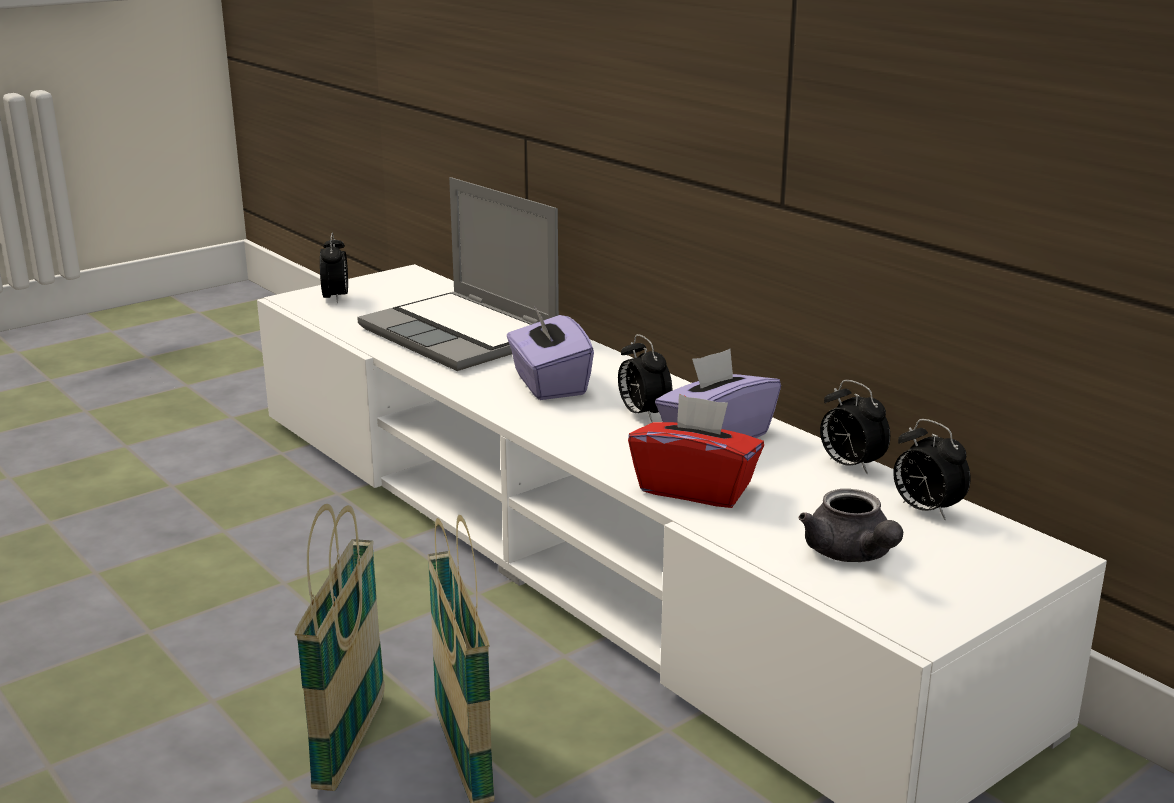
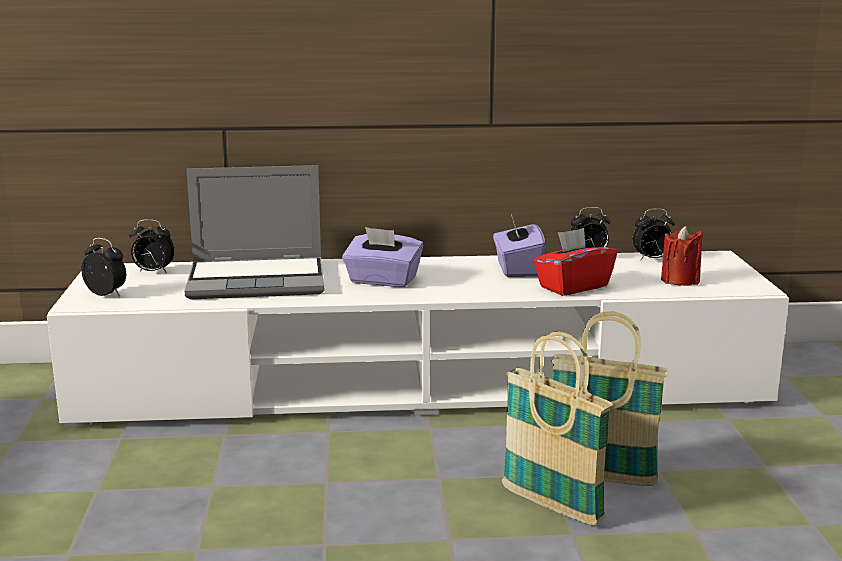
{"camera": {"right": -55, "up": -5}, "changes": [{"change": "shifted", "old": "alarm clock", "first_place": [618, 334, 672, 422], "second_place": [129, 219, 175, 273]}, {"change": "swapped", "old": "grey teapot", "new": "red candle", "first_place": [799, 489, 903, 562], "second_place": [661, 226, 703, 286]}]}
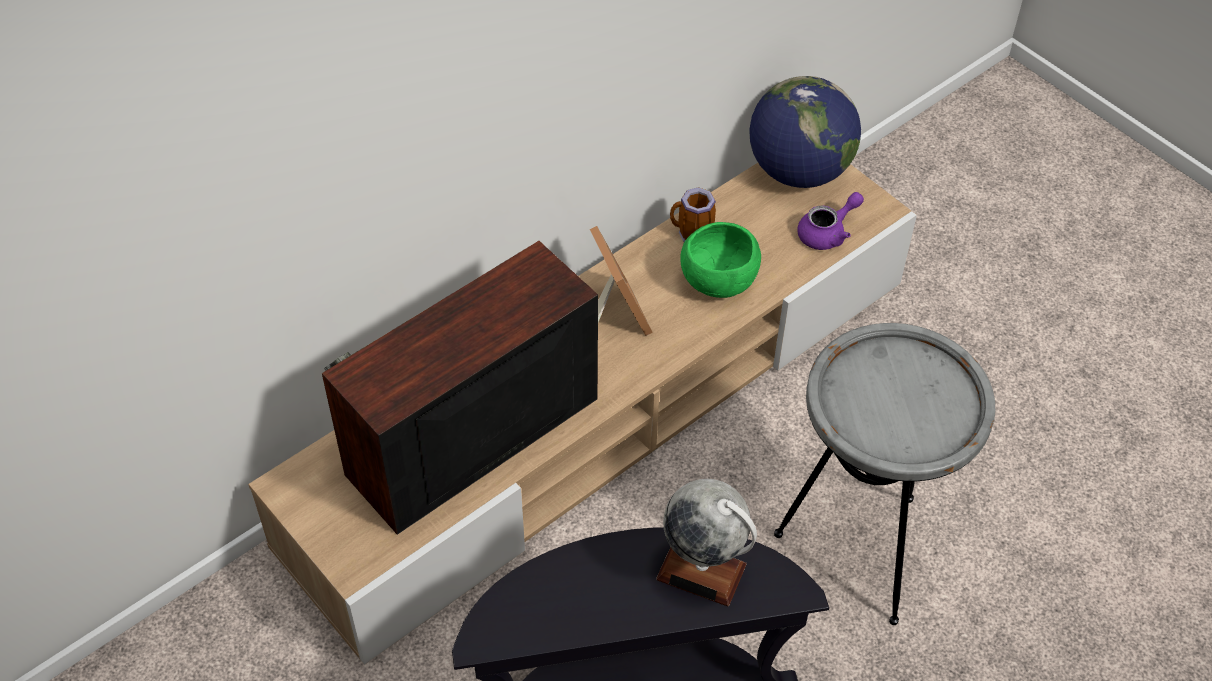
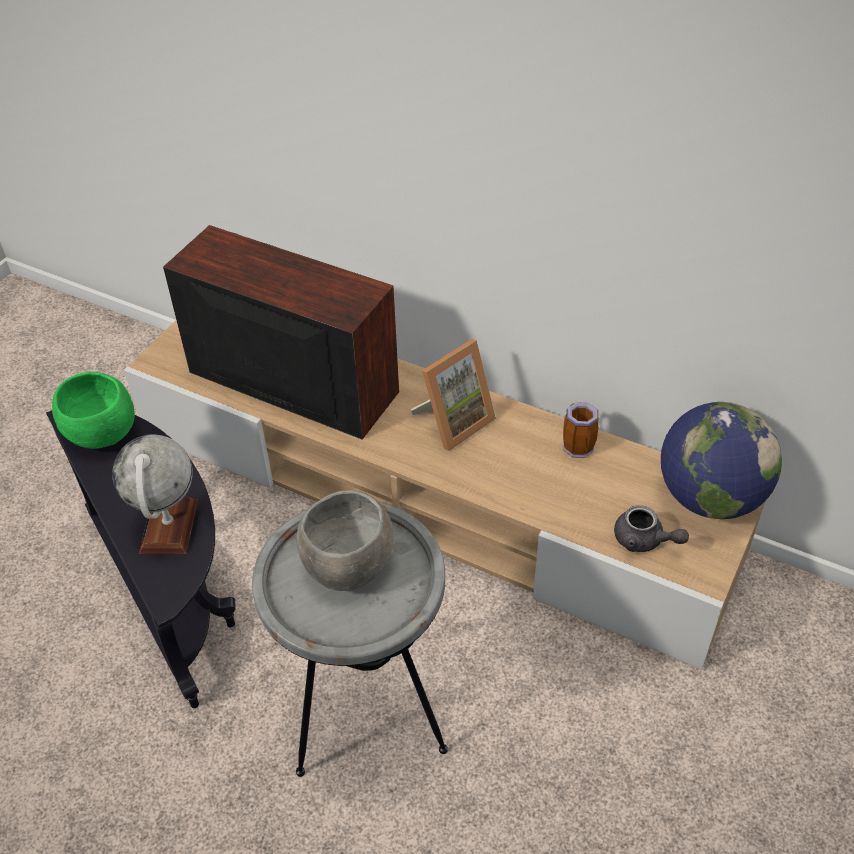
{"camera": {"right": 70, "up": -5}, "changes": [{"change": "new", "new": "grey bowl", "second_place": [296, 490, 394, 591]}, {"change": "shifted", "old": "green bowl", "first_place": [680, 222, 761, 298], "second_place": [52, 372, 135, 449]}, {"change": "repainted", "old": "purple teapot", "new": "grey teapot", "first_place": [797, 192, 864, 250], "second_place": [614, 505, 689, 552]}]}
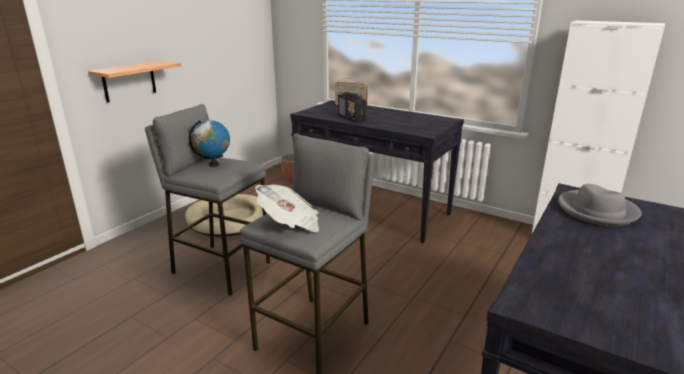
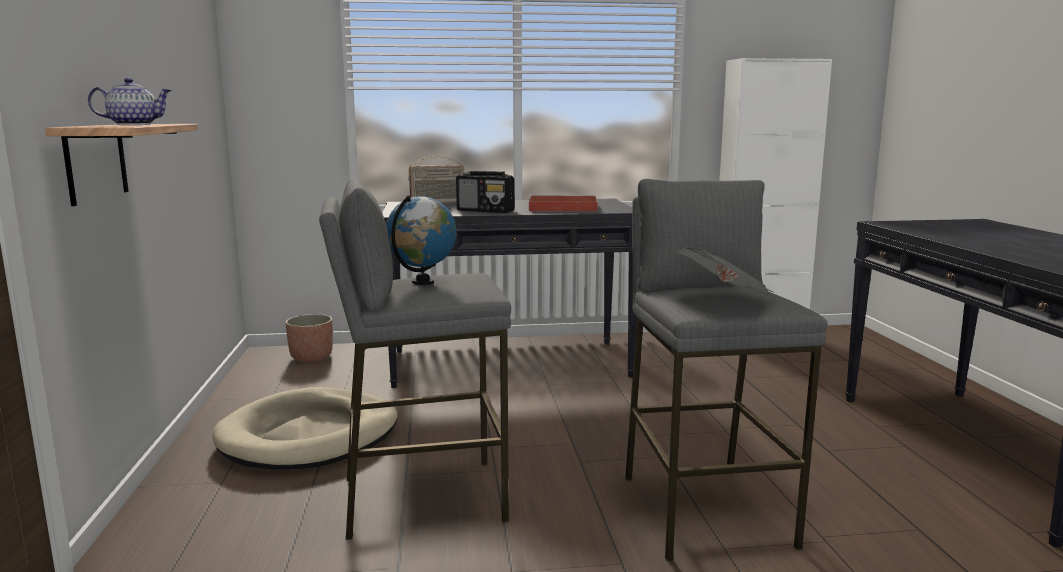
{"camera": {"right": -40, "up": -10}, "changes": [{"change": "gone", "old": "grey hat", "first_place": [558, 184, 642, 226]}, {"change": "new", "new": "teapot", "second_place": [88, 78, 172, 125]}, {"change": "new", "new": "red tray", "second_place": [529, 195, 598, 212]}]}
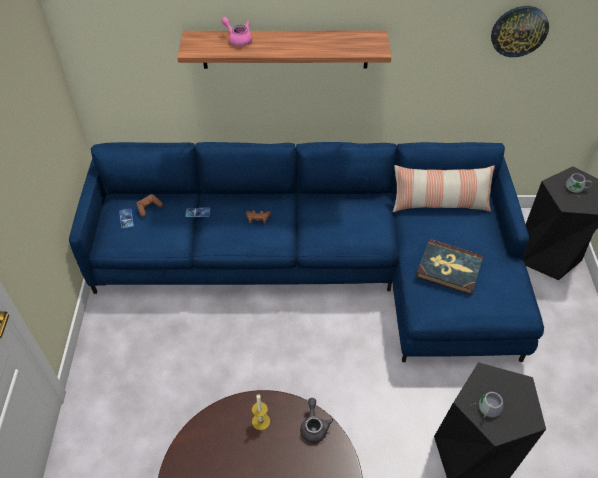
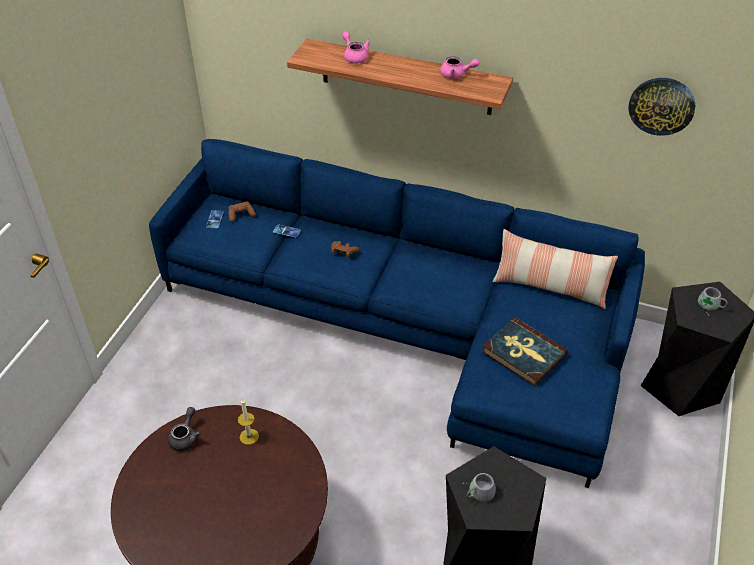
{"camera": {"right": 20, "up": -5}, "changes": [{"change": "new", "new": "pink teapot", "second_place": [440, 56, 479, 79]}, {"change": "shifted", "old": "grey teapot", "first_place": [300, 398, 333, 443], "second_place": [168, 407, 201, 451]}]}
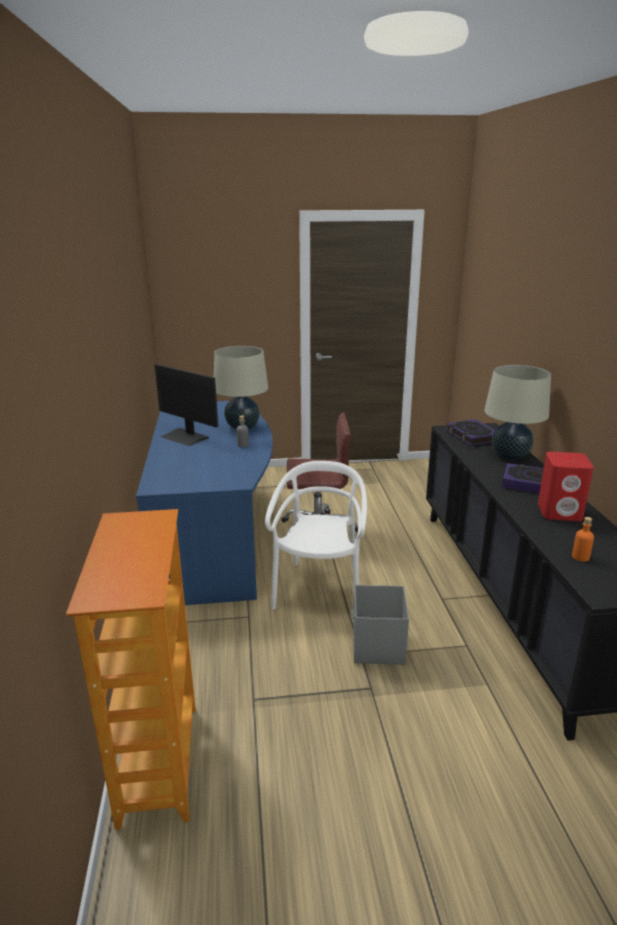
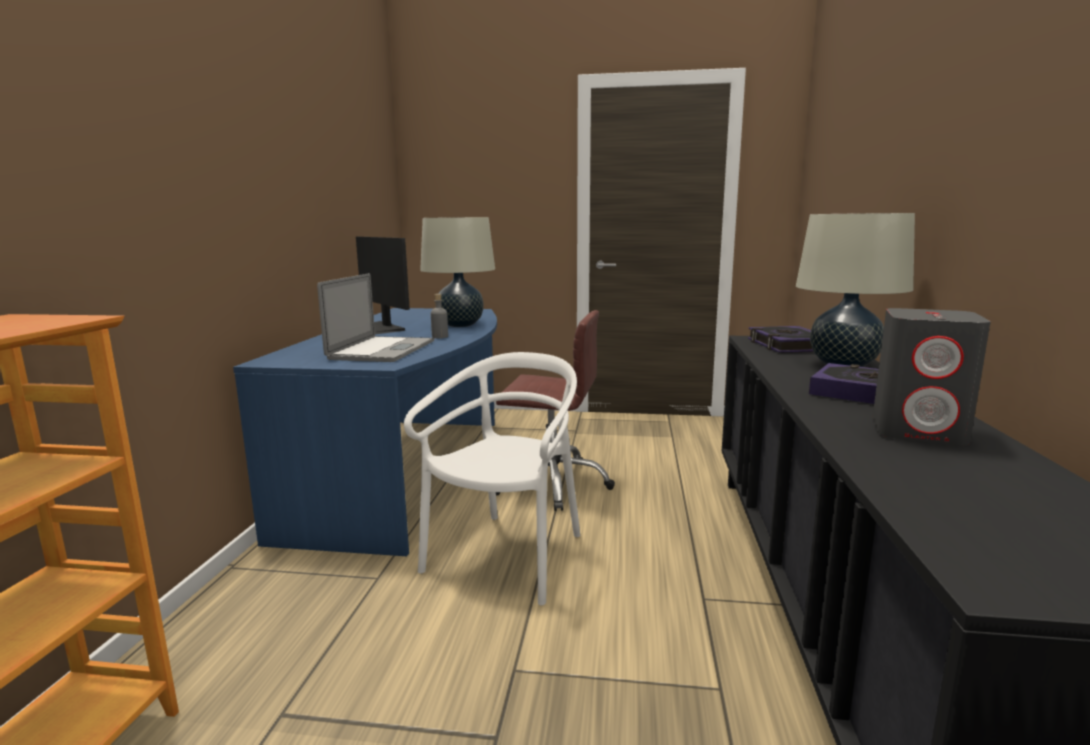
{"camera": {"right": 15, "up": -10}, "changes": [{"change": "gone", "old": "grey storage box", "first_place": [351, 585, 409, 665]}, {"change": "gone", "old": "orange bottle", "first_place": [572, 517, 594, 562]}, {"change": "new", "new": "laptop", "second_place": [317, 273, 434, 362]}, {"change": "repainted", "old": "red speaker", "new": "grey speaker", "first_place": [538, 452, 594, 521], "second_place": [873, 308, 991, 445]}]}
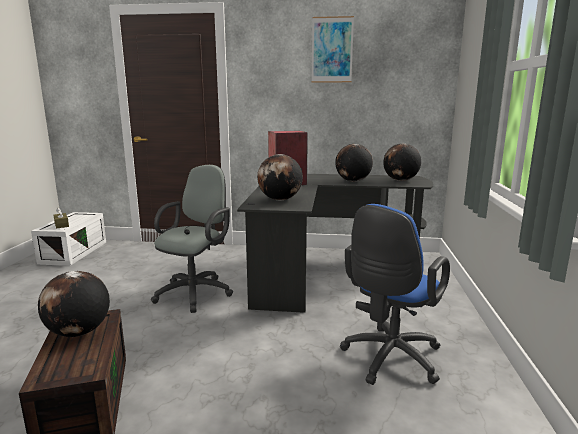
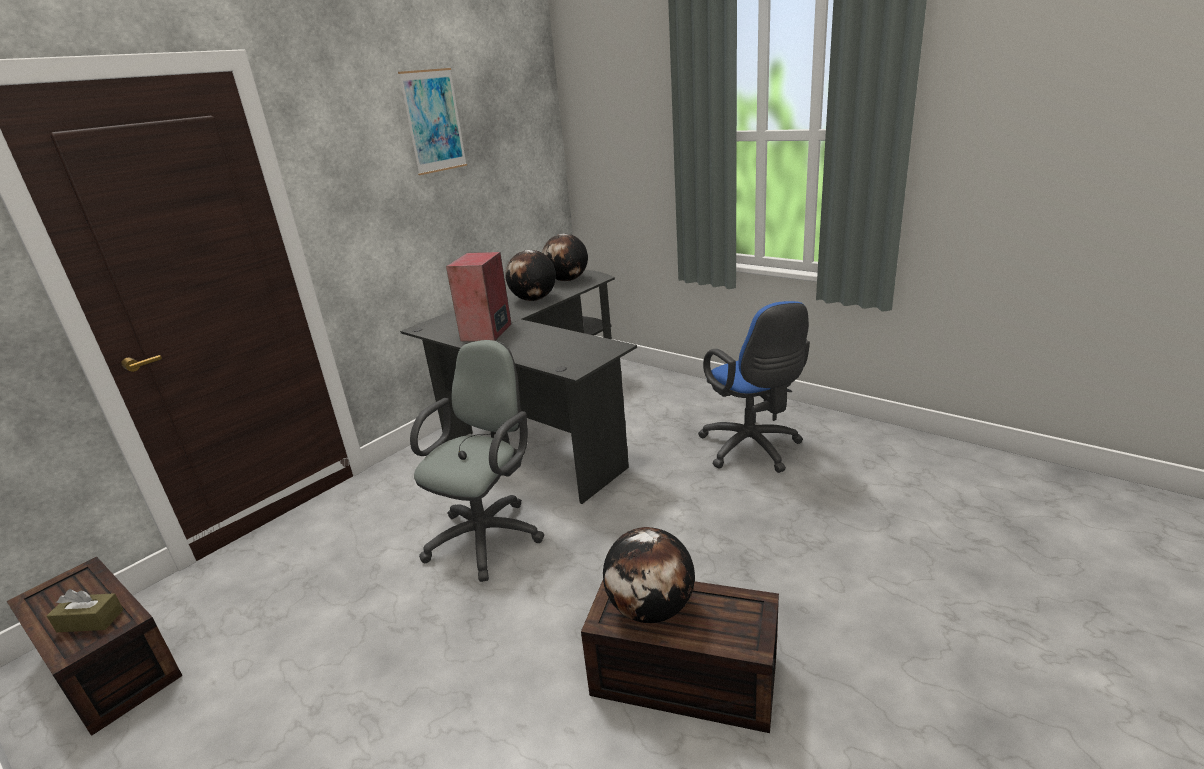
{"camera": {"right": -55, "up": 10}, "changes": [{"change": "gone", "old": "globe", "first_place": [257, 154, 303, 201]}, {"change": "repainted", "old": "white storage box", "new": "brown storage box", "first_place": [31, 212, 106, 266], "second_place": [7, 556, 183, 736]}, {"change": "rotated", "old": "grey office chair", "first_place": [151, 165, 233, 313], "second_place": [410, 340, 544, 582], "degrees": 60}]}
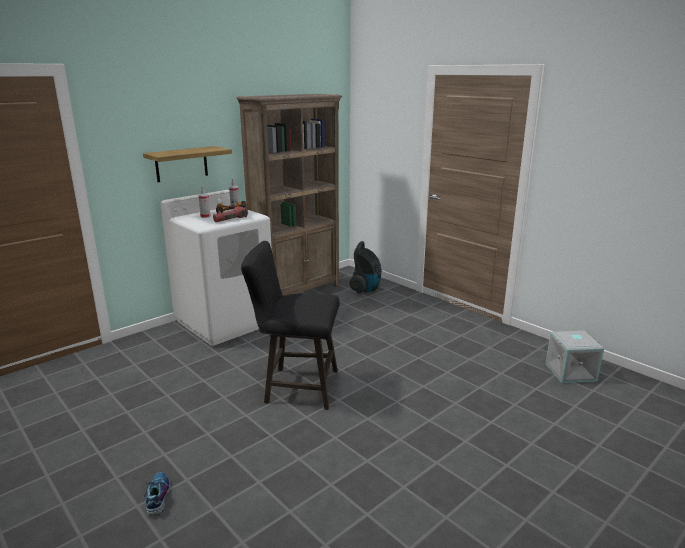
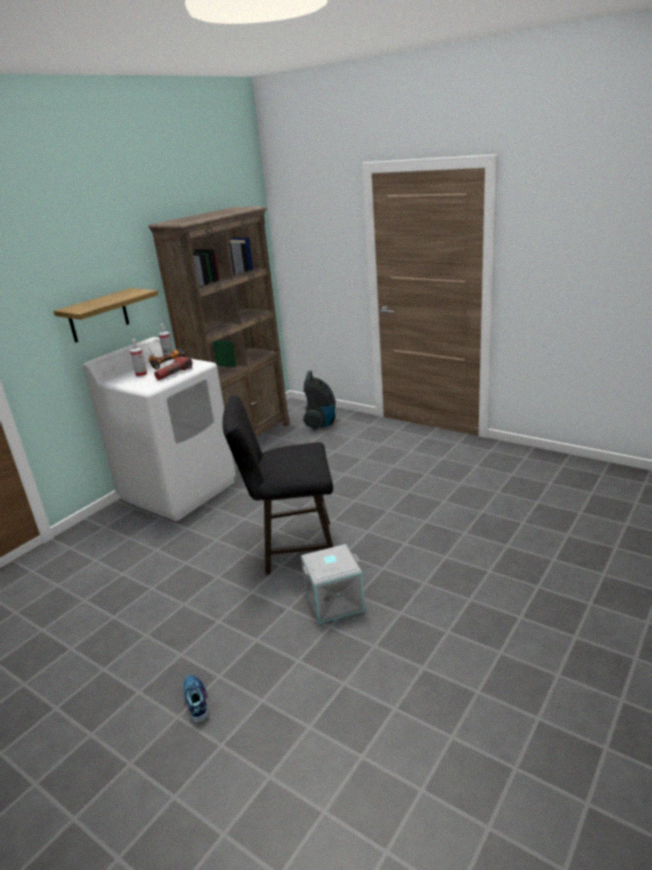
{"camera": {"right": -10, "up": 5}, "changes": [{"change": "shifted", "old": "grey storage box", "first_place": [546, 331, 604, 383], "second_place": [301, 544, 365, 624]}]}
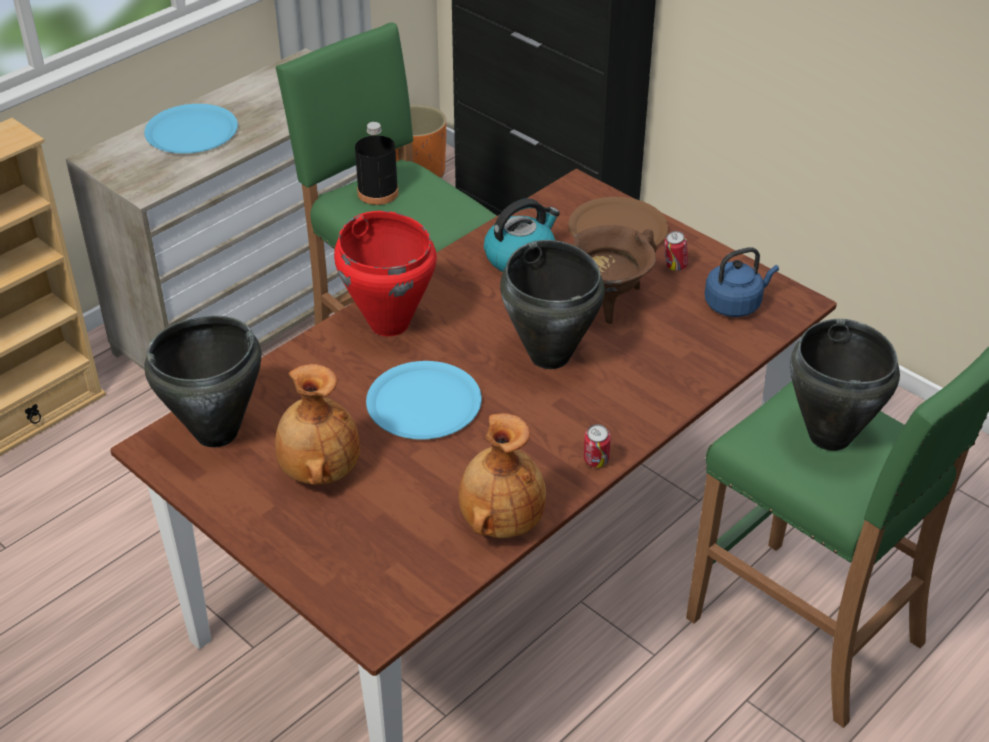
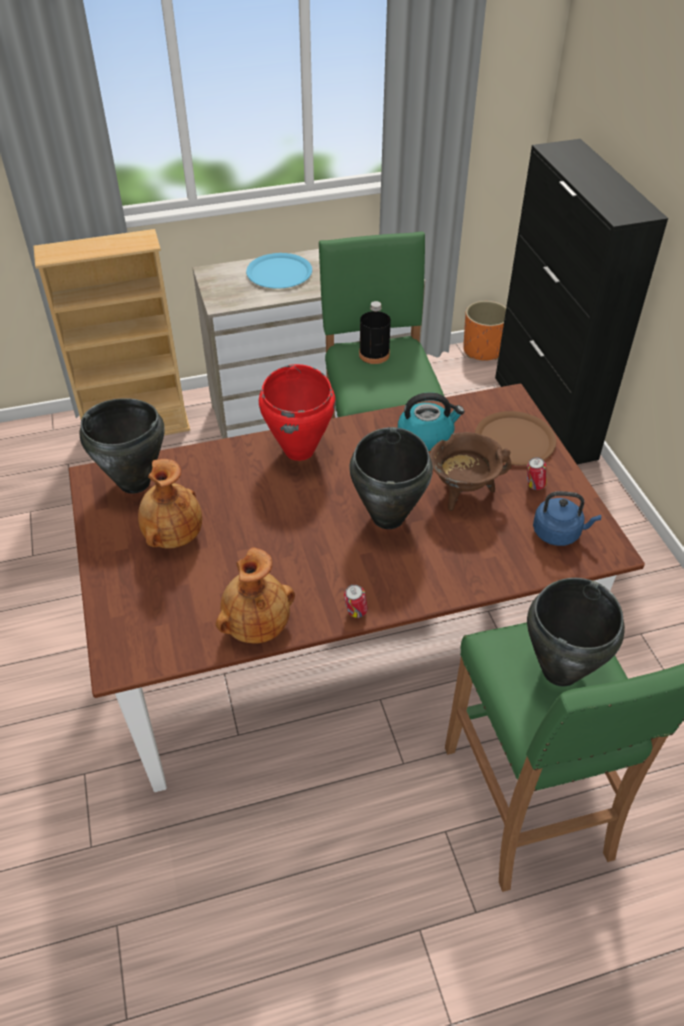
{"camera": {"right": 30, "up": 5}, "changes": [{"change": "gone", "old": "blue plate", "first_place": [366, 361, 482, 439]}]}
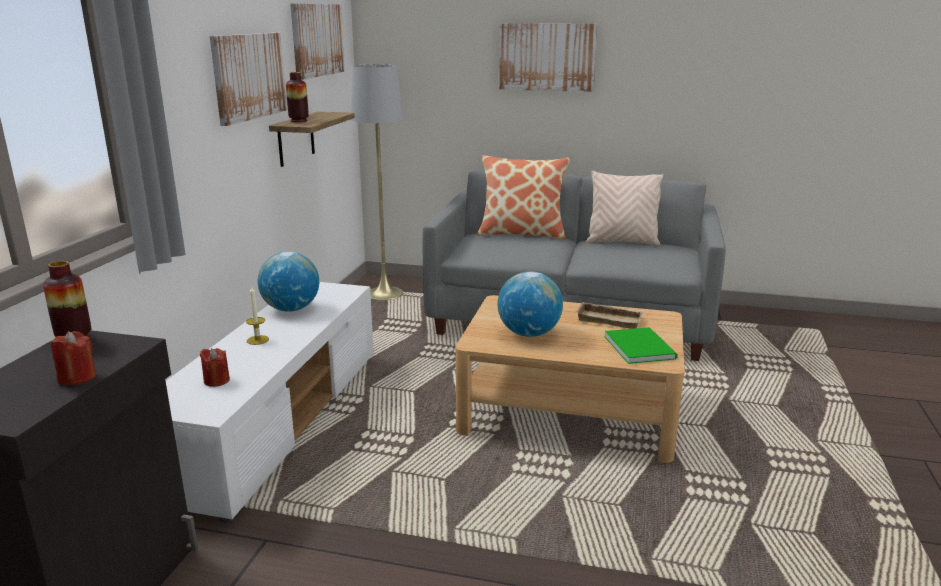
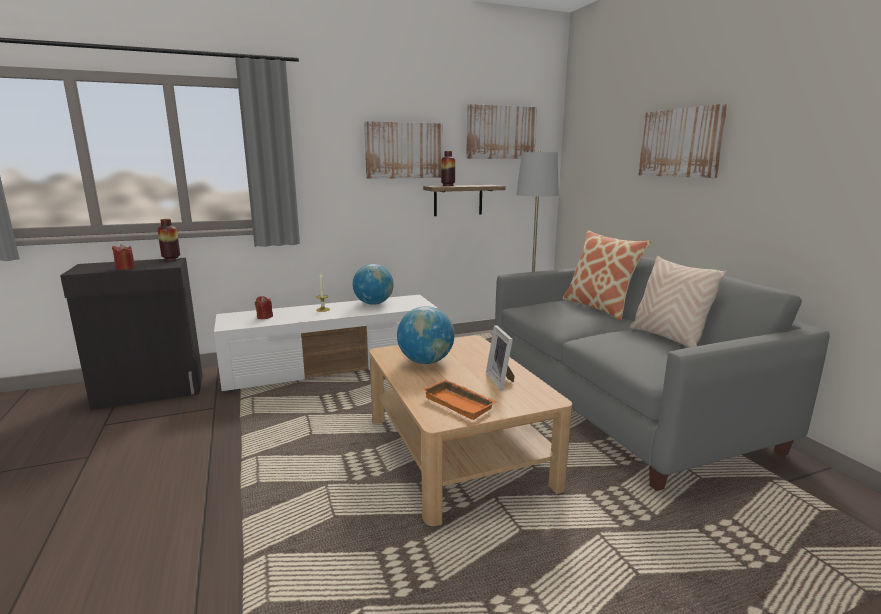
{"camera": {"right": 55, "up": -5}, "changes": [{"change": "swapped", "old": "beige tray", "new": "picture frame", "first_place": [576, 302, 644, 329], "second_place": [486, 325, 515, 390]}, {"change": "swapped", "old": "green book", "new": "orange tray", "first_place": [605, 327, 678, 364], "second_place": [422, 379, 497, 420]}]}
